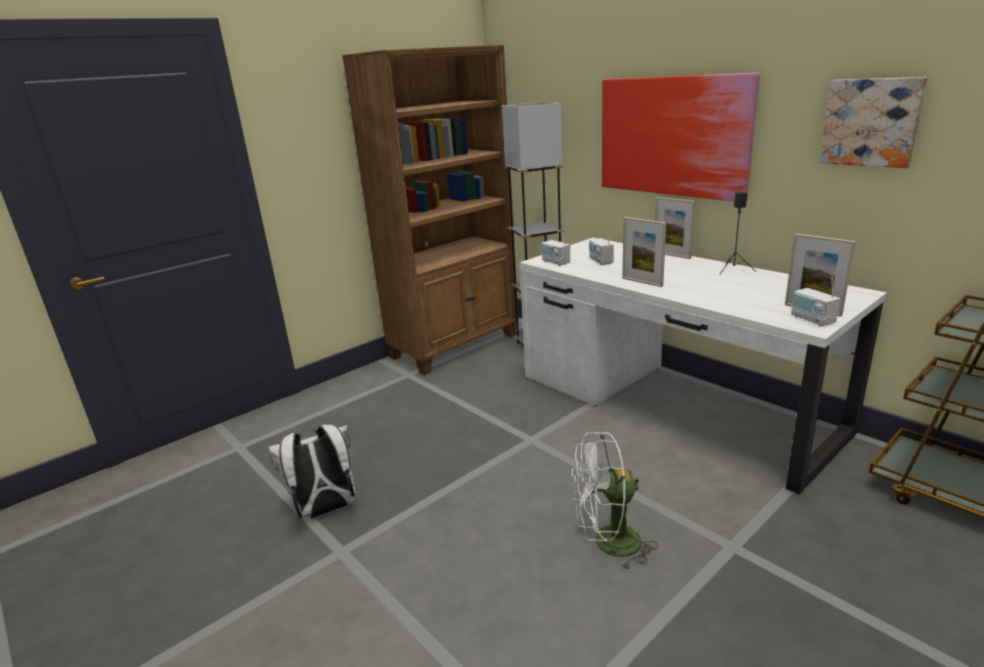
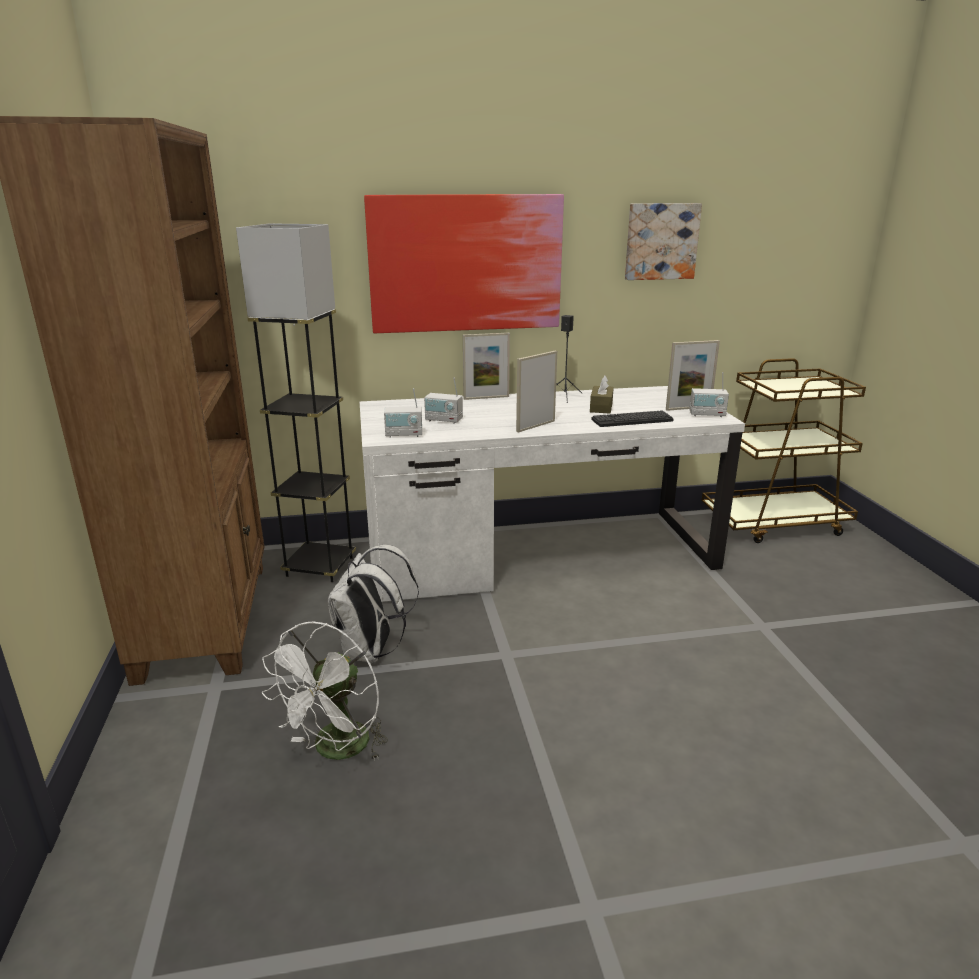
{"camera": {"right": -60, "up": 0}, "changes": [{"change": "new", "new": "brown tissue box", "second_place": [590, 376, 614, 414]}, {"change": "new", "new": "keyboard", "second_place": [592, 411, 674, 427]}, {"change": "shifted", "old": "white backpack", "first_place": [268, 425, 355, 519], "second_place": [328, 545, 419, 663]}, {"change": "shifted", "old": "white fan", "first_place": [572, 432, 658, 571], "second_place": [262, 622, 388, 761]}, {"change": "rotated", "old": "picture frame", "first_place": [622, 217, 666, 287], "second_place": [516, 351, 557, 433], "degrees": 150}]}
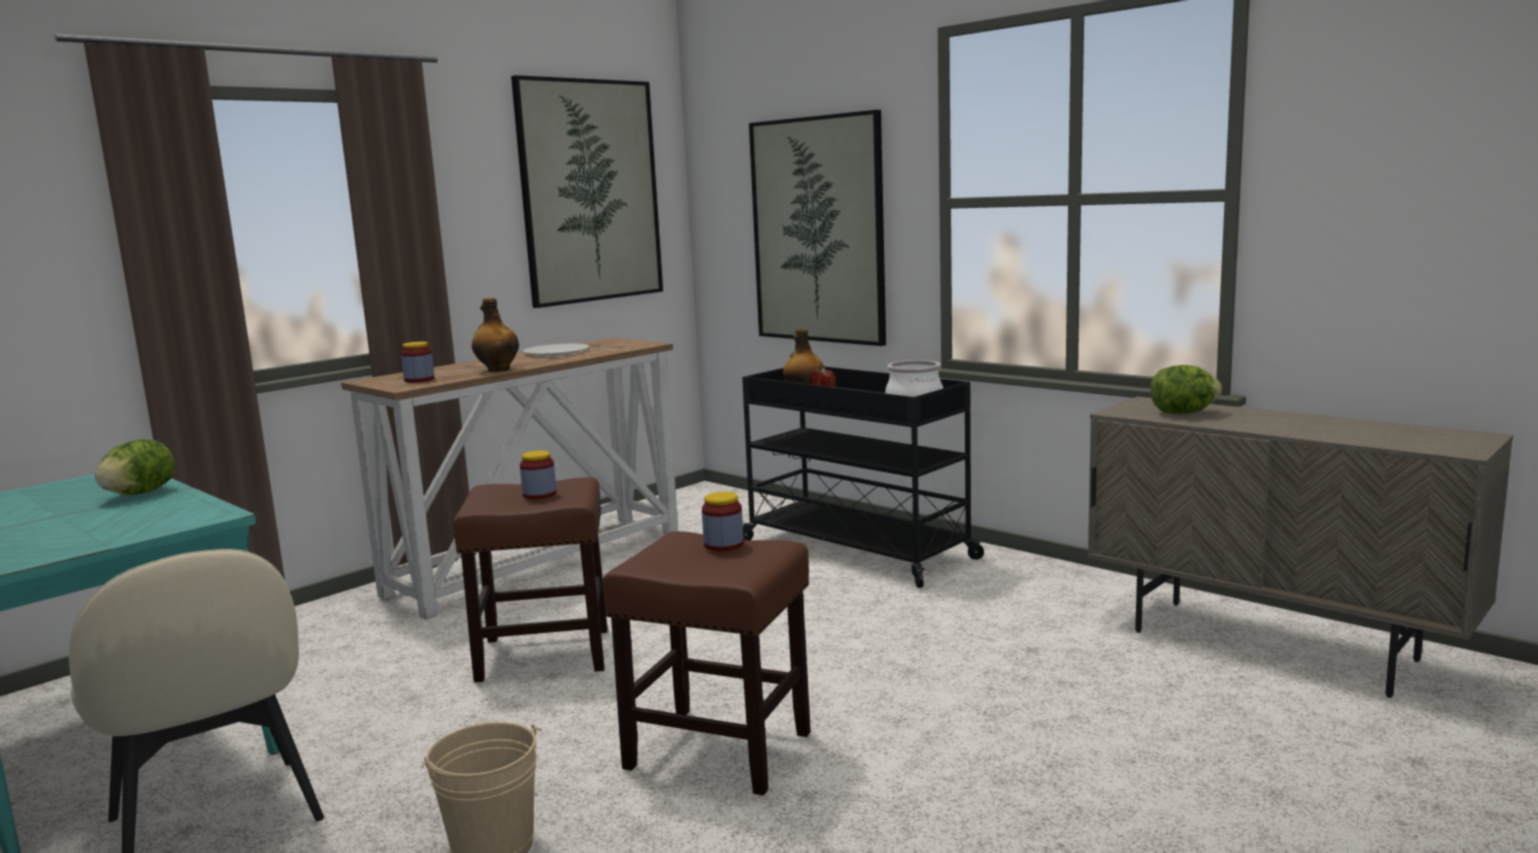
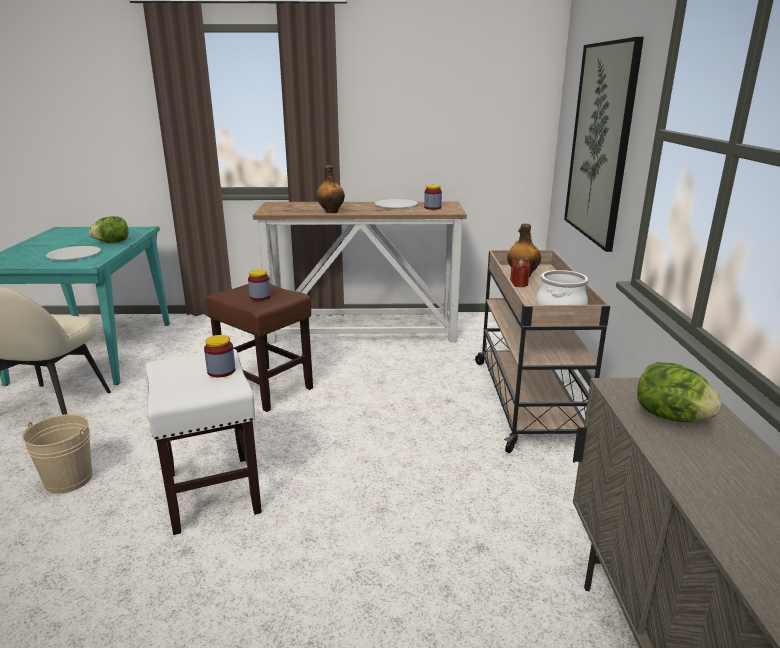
{"camera": {"right": 45, "up": 10}, "changes": [{"change": "gone", "old": "picture", "first_place": [511, 75, 663, 308]}, {"change": "new", "new": "white plate", "second_place": [46, 246, 101, 260]}, {"change": "shifted", "old": "jar", "first_place": [401, 342, 434, 383], "second_place": [424, 185, 442, 210]}, {"change": "repainted", "old": "brown stool", "new": "white stool", "first_place": [603, 531, 811, 796], "second_place": [145, 349, 262, 535]}, {"change": "repainted", "old": "black cart", "new": "beige cart", "first_place": [742, 367, 987, 588], "second_place": [475, 250, 610, 453]}]}
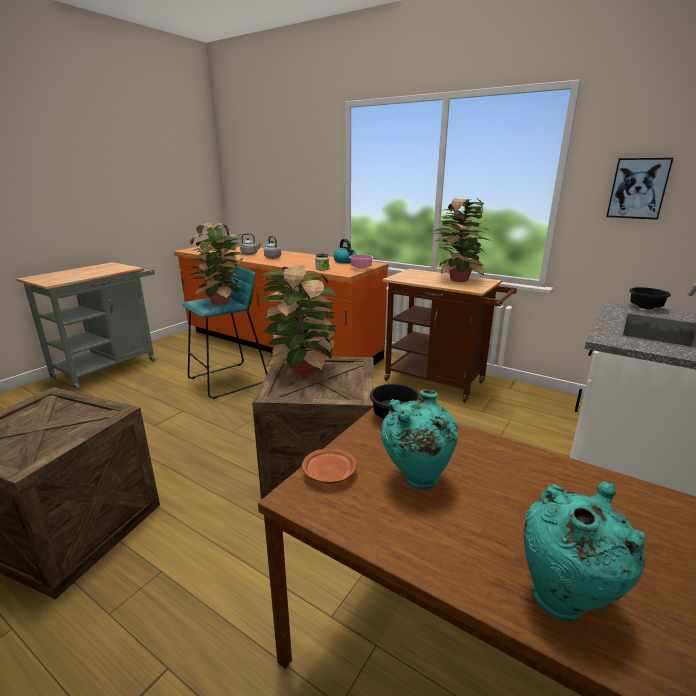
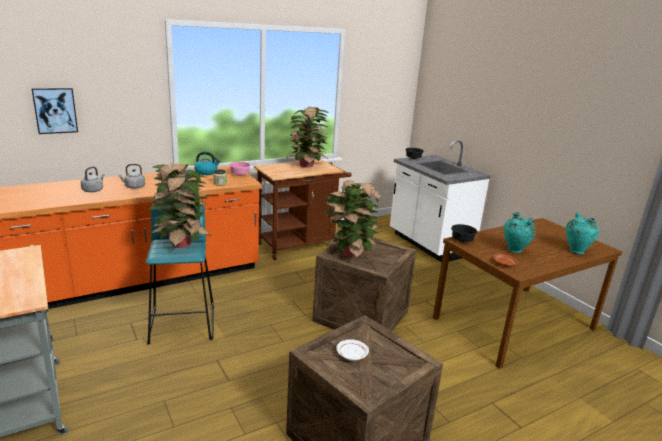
{"camera": {"right": -65, "up": 0}, "changes": [{"change": "new", "new": "white plate", "second_place": [336, 339, 369, 361]}, {"change": "shifted", "old": "picture", "first_place": [606, 158, 673, 220], "second_place": [31, 88, 78, 134]}]}
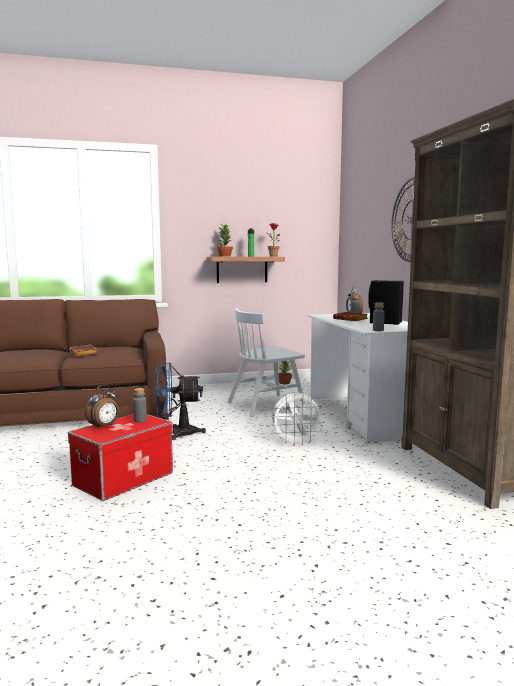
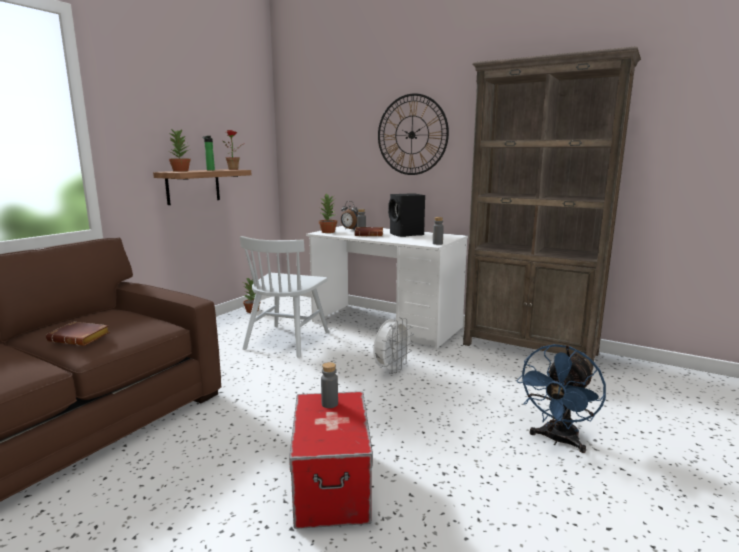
{"camera": {"right": -45, "up": 5}, "changes": [{"change": "gone", "old": "alarm clock", "first_place": [85, 385, 119, 429]}, {"change": "new", "new": "potted plant", "second_place": [319, 193, 337, 233]}, {"change": "shifted", "old": "blue fan", "first_place": [155, 362, 206, 440], "second_place": [517, 344, 606, 453]}]}
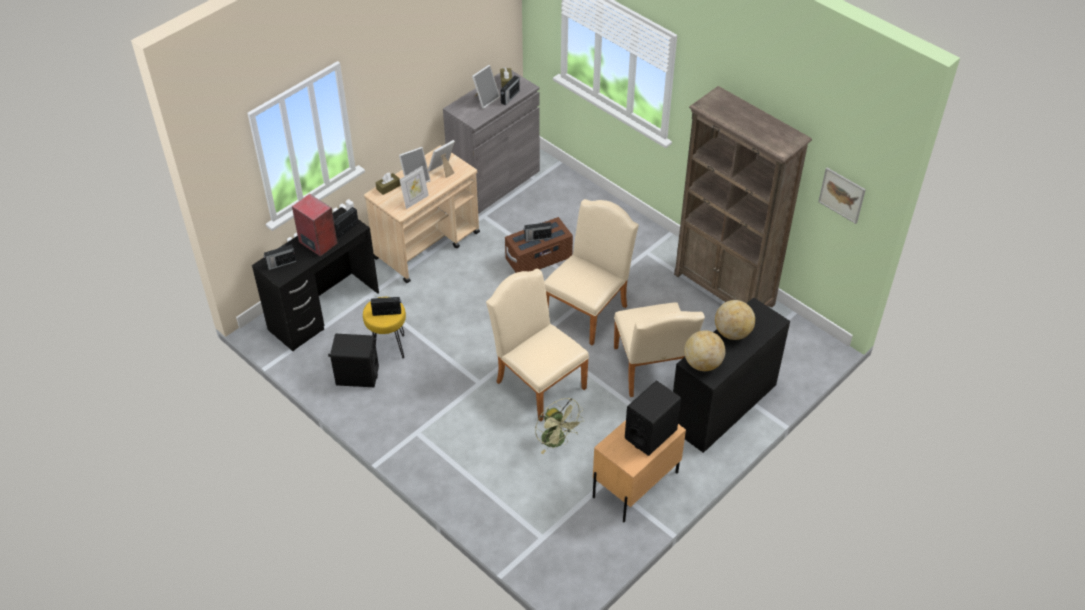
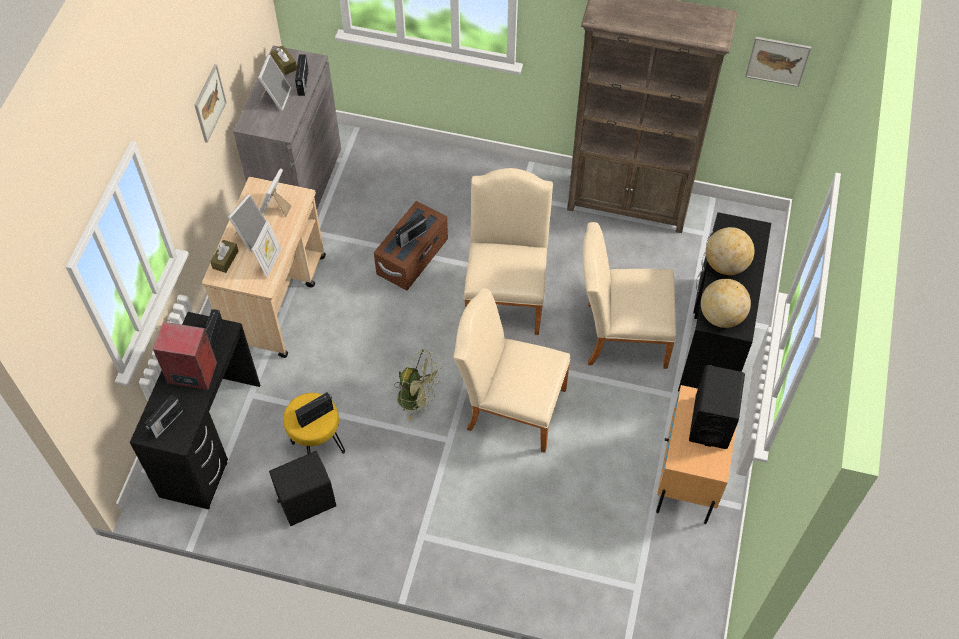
{"camera": {"right": -30, "up": 10}, "changes": [{"change": "new", "new": "picture", "second_place": [194, 64, 227, 143]}, {"change": "shifted", "old": "green fan", "first_place": [535, 398, 584, 454], "second_place": [394, 350, 442, 421]}, {"change": "rotated", "old": "beige chair", "first_place": [614, 302, 705, 397], "second_place": [583, 222, 676, 369], "degrees": 135}]}
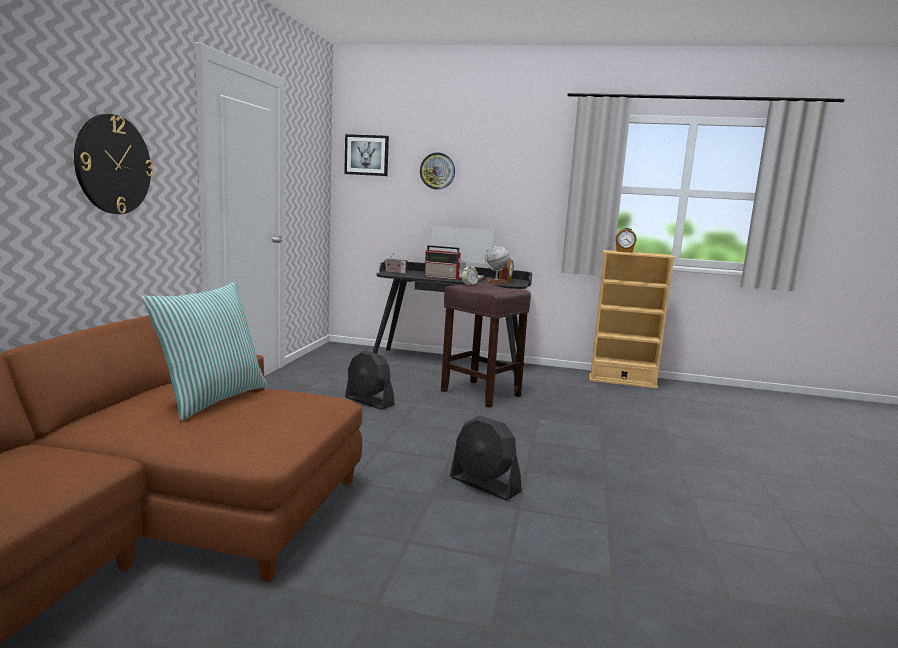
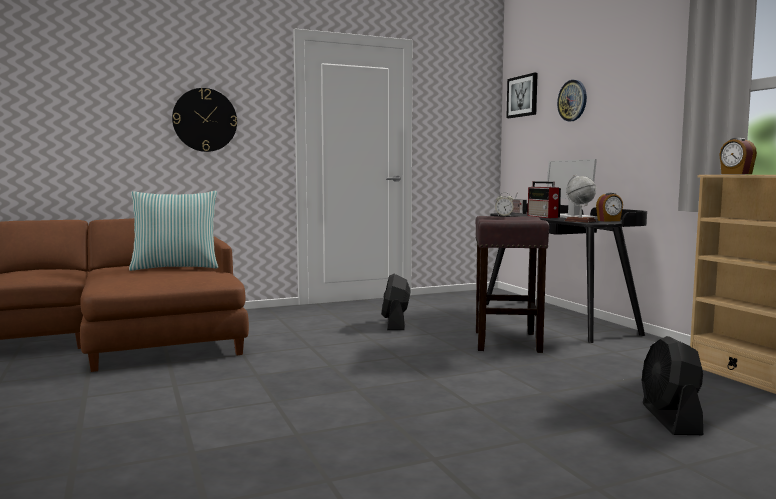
{"camera": {"right": 55, "up": -5}, "changes": [{"change": "shifted", "old": "black fan", "first_place": [450, 416, 522, 501], "second_place": [642, 336, 703, 435]}]}
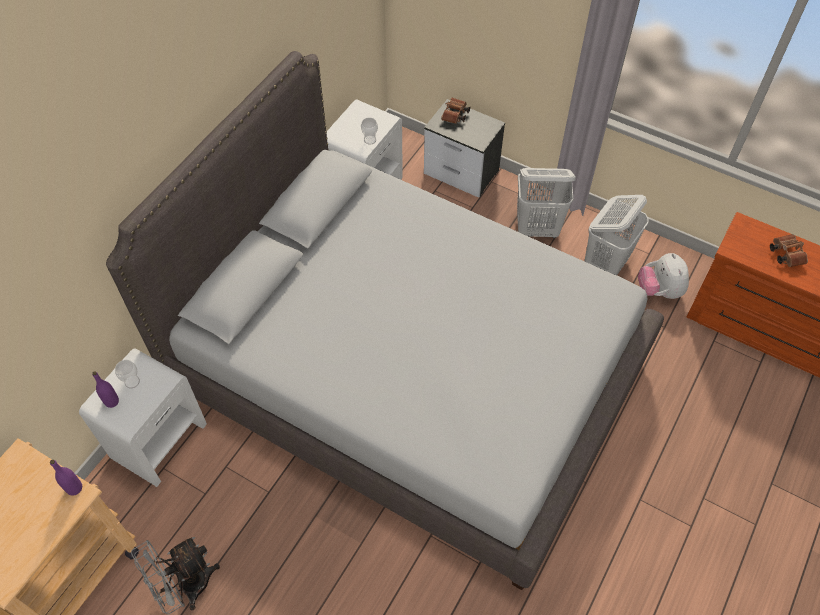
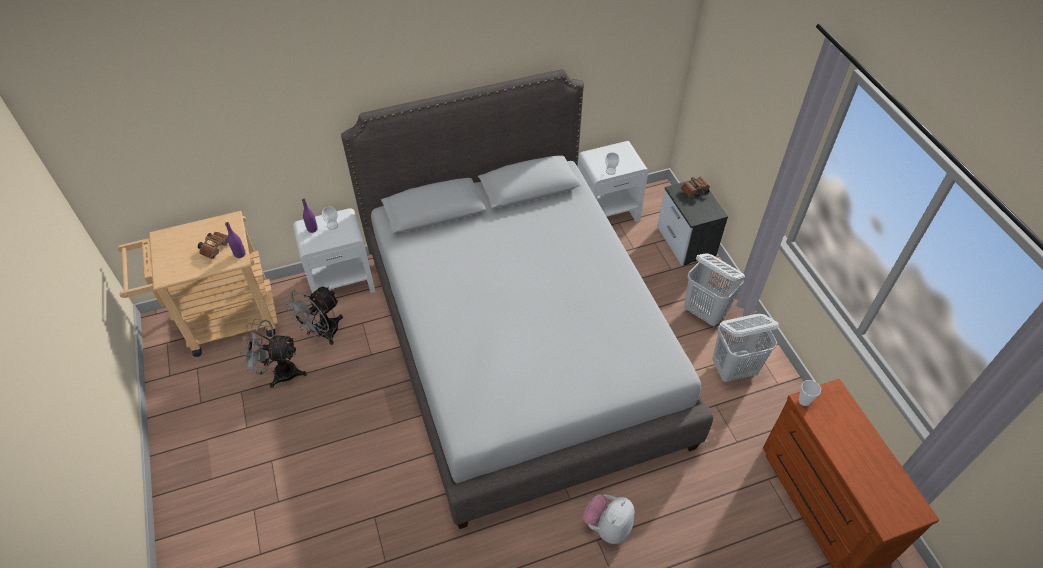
{"camera": {"right": 40, "up": -5}, "changes": [{"change": "new", "new": "grey fan", "second_place": [283, 287, 343, 345]}, {"change": "new", "new": "cup", "second_place": [799, 380, 821, 406]}, {"change": "shifted", "old": "plush toy", "first_place": [638, 253, 689, 299], "second_place": [583, 494, 635, 544]}, {"change": "shifted", "old": "brown binoculars", "first_place": [770, 234, 808, 267], "second_place": [198, 232, 228, 259]}]}
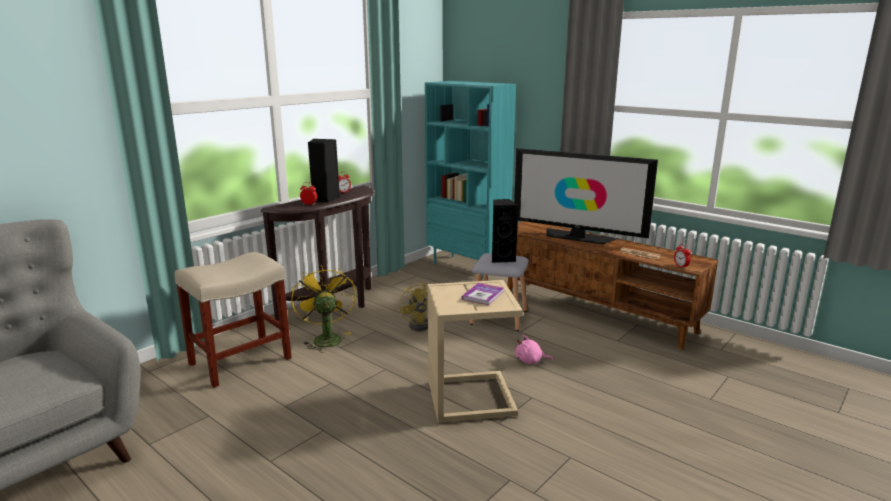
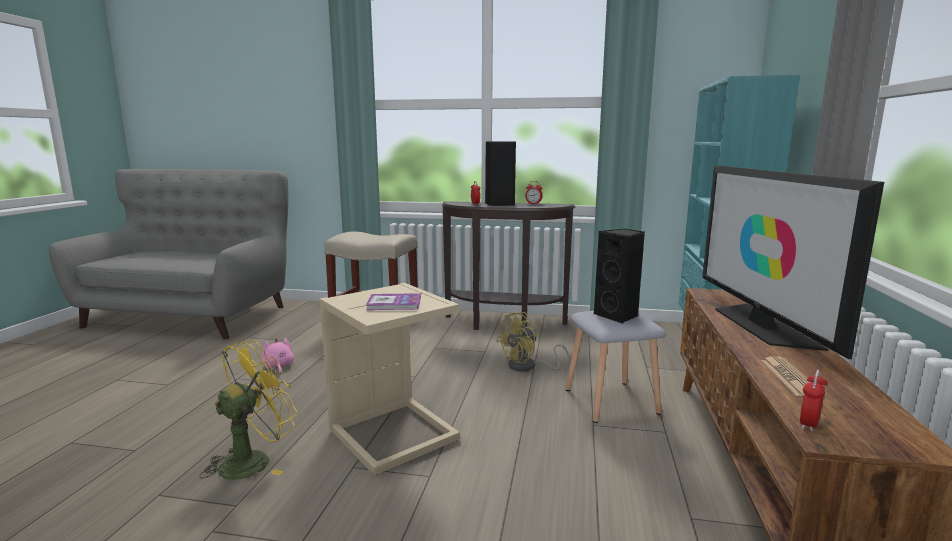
{"camera": {"right": 60, "up": -5}, "changes": [{"change": "shifted", "old": "yellow fan", "first_place": [291, 266, 356, 353], "second_place": [199, 340, 298, 480]}, {"change": "shifted", "old": "pink plush toy", "first_place": [516, 335, 554, 364], "second_place": [261, 338, 294, 374]}]}
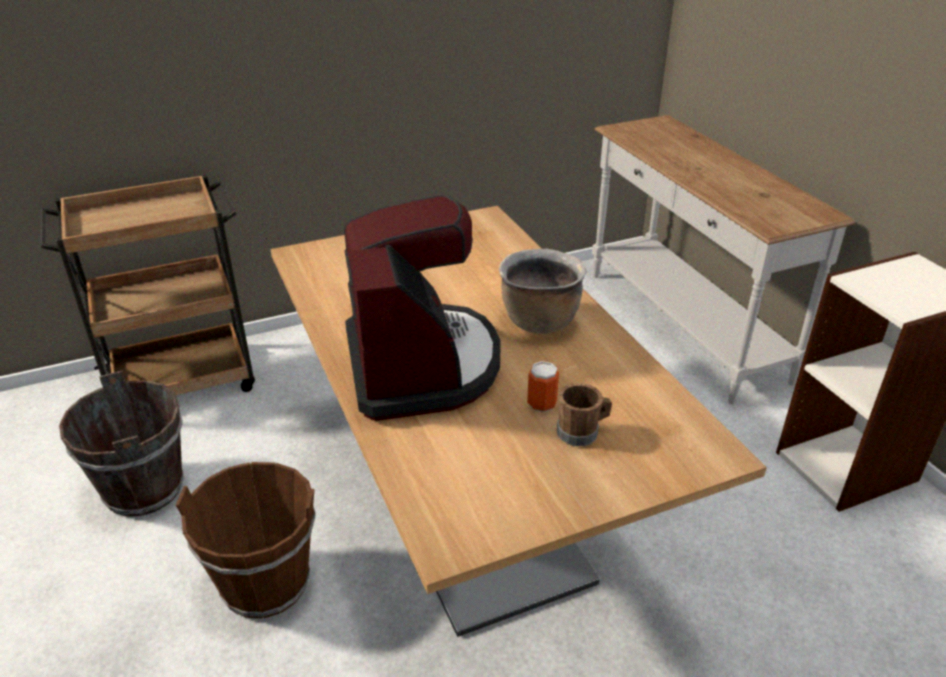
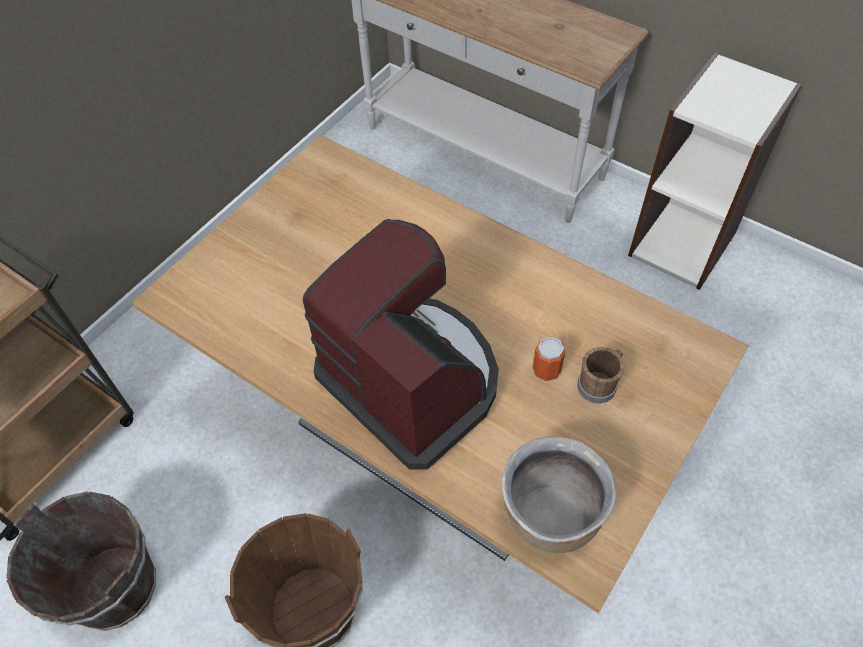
{"camera": {"right": -30, "up": 20}, "changes": [{"change": "shifted", "old": "brown cooking pot", "first_place": [499, 249, 587, 334], "second_place": [501, 437, 616, 553]}]}
